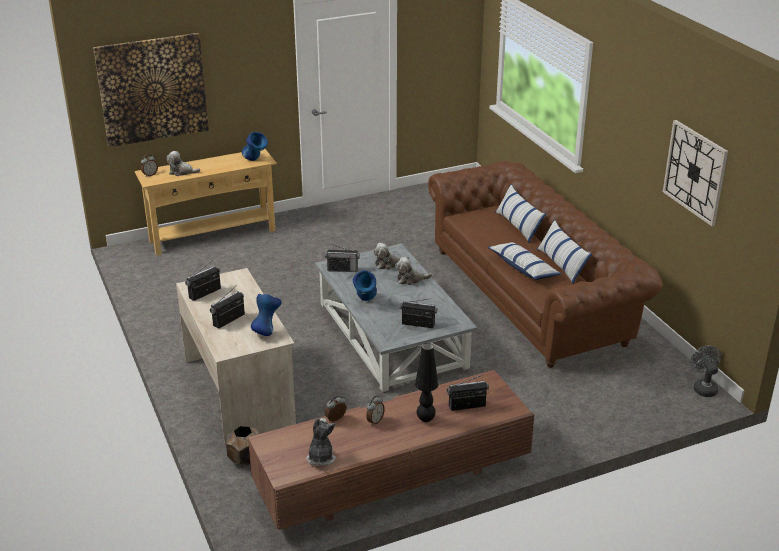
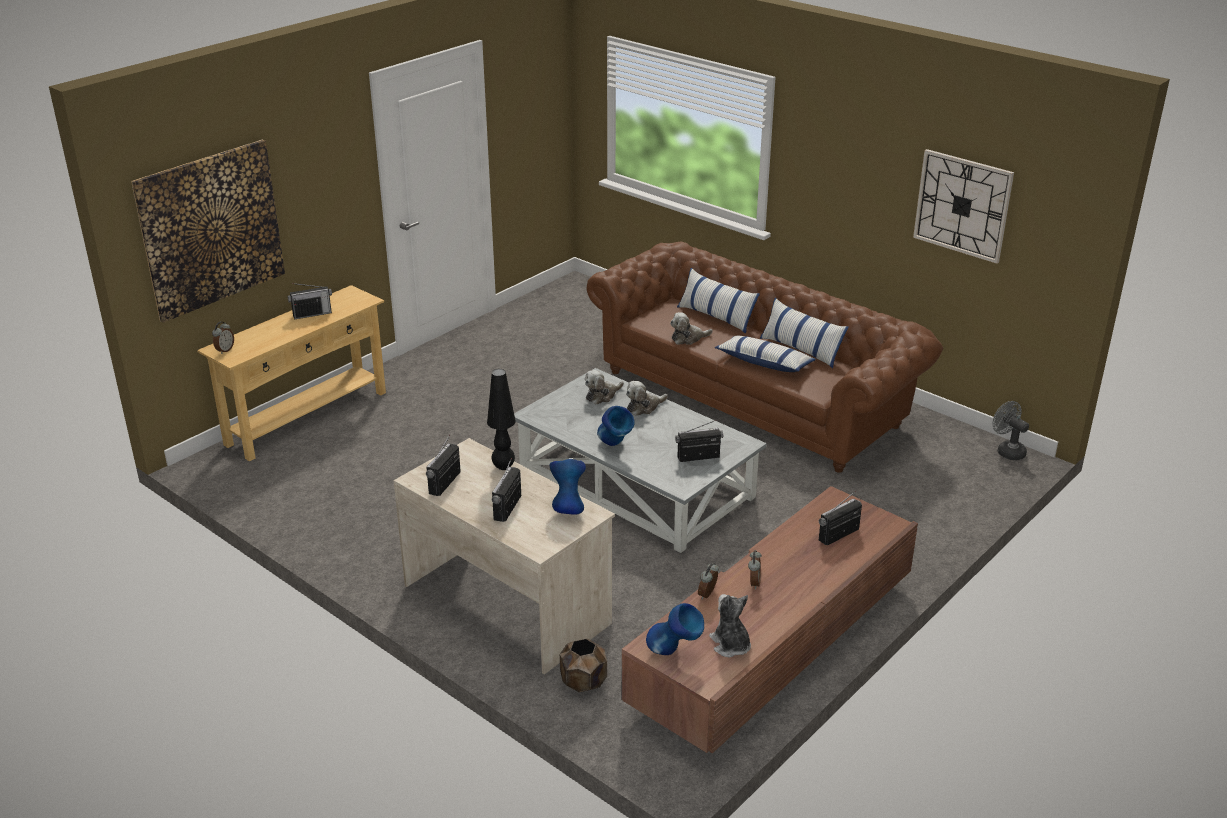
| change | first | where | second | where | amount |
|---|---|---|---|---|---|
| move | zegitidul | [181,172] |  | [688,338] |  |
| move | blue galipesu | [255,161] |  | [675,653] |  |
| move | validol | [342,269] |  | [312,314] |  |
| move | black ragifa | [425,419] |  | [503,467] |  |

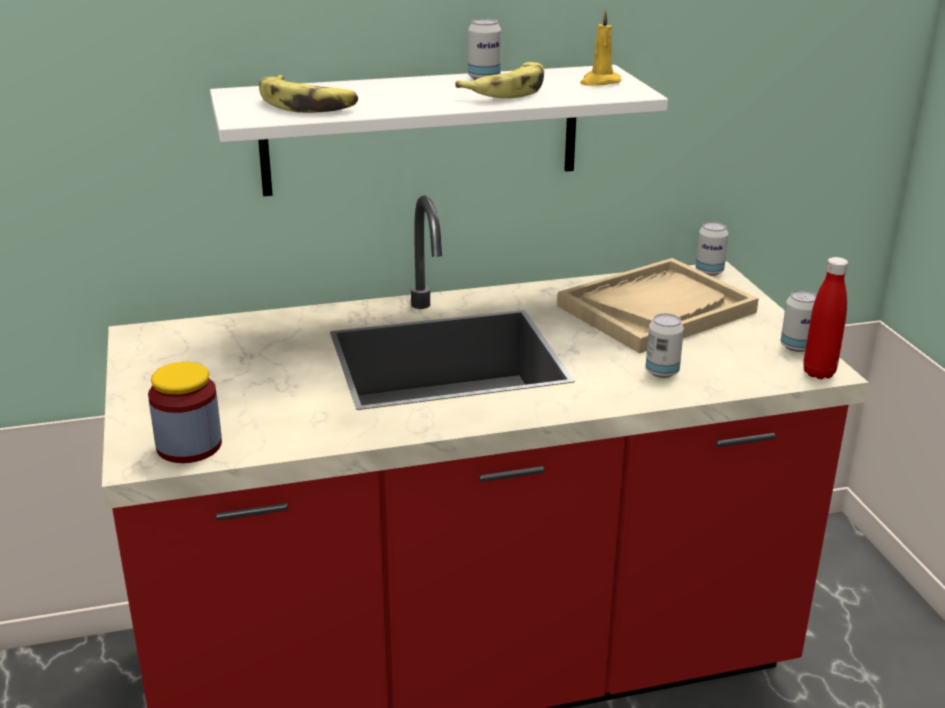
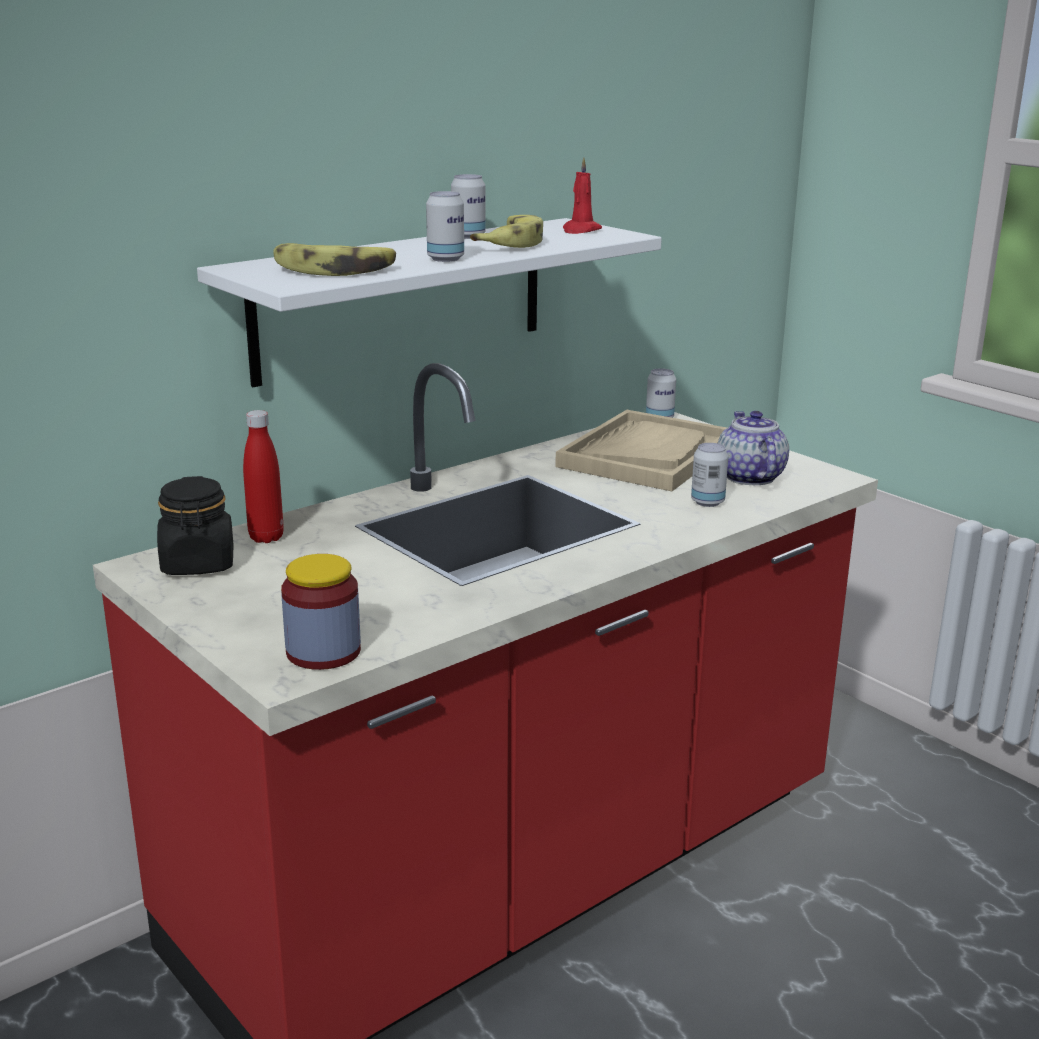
| change | first | where | second | where | amount |
|---|---|---|---|---|---|
| insert |  |  | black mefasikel | [198,564] |  |
| insert |  |  | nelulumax | [748,477] |  |
| move | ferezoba | [796,346] |  | [445,259] |  |
| move | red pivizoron | [818,373] |  | [266,537] |  |
| recolor | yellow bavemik | [599,82] | red bavemik | [580,230] |  |

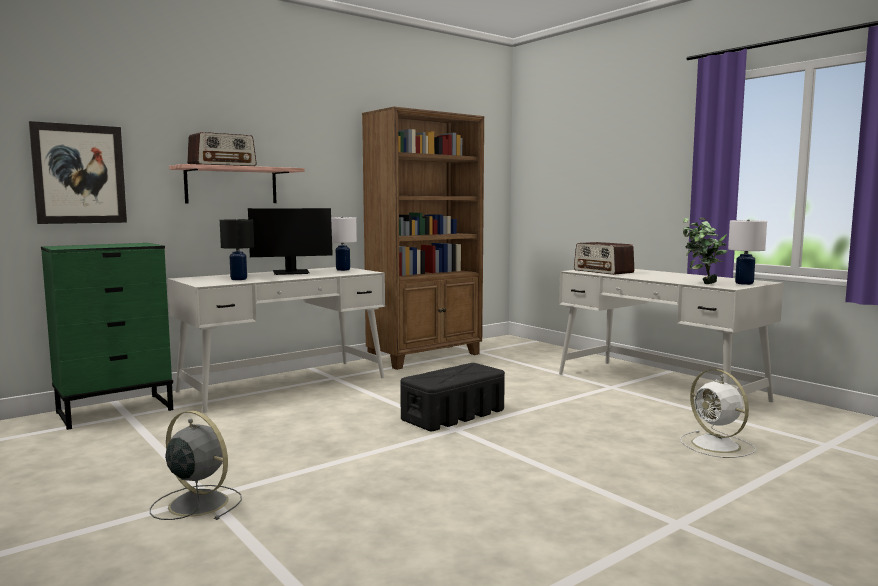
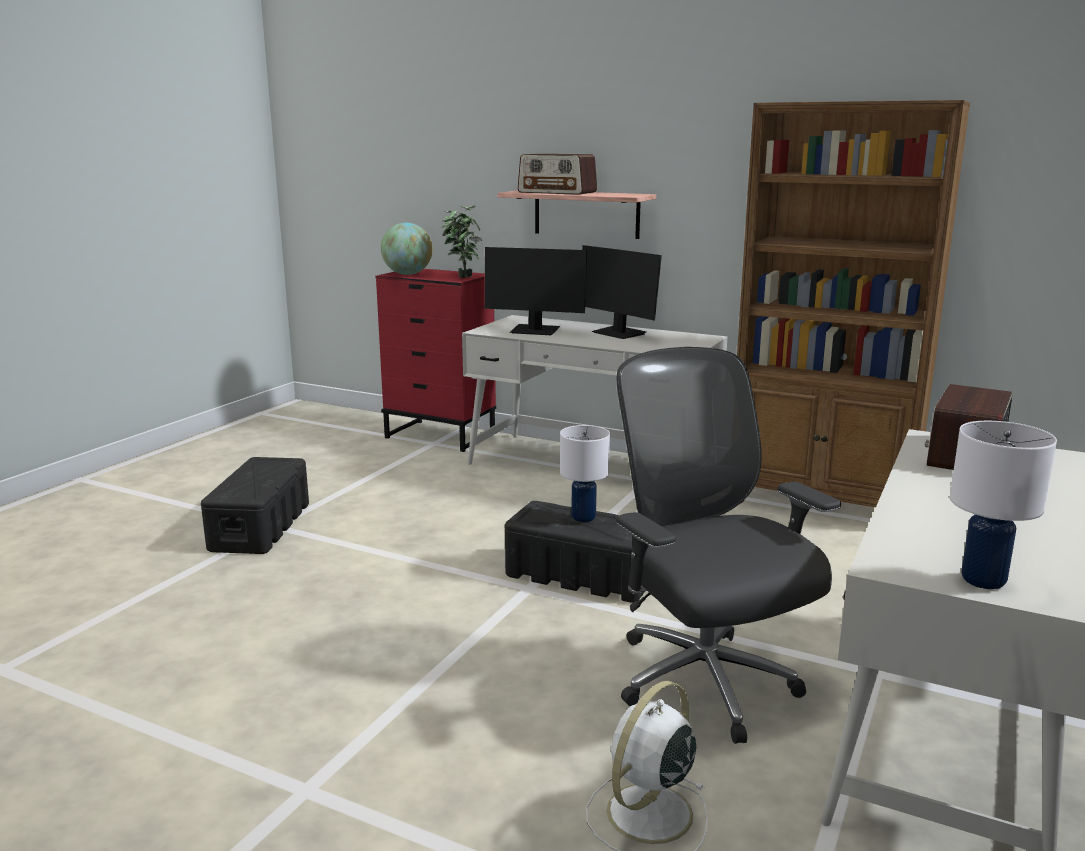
| change | first | where | second | where | amount |
|---|---|---|---|---|---|
| delete | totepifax | [79,174] |  |  |  |
| insert |  |  | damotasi | [407,274] |  |
| insert |  |  | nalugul | [706,682] |  |
| move | white ragifa | [343,270] |  | [583,519] |  |
| move | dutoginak | [701,284] |  | [462,277] |  |
| replace | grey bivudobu | [196,503] | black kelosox | [261,526] |  |
| replace | black ragifa | [239,279] | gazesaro | [535,331] |  |
| recolor | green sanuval | [116,411] | red sanuval | [441,436] |  |

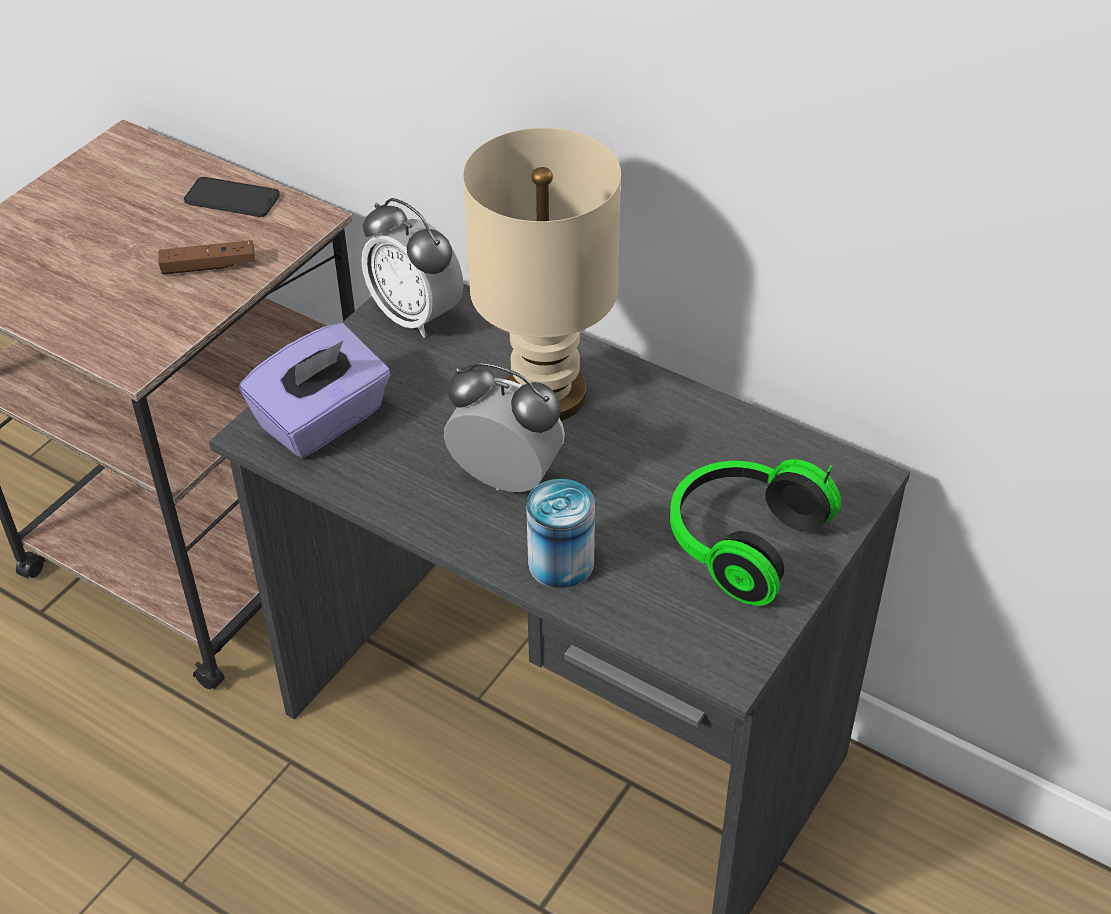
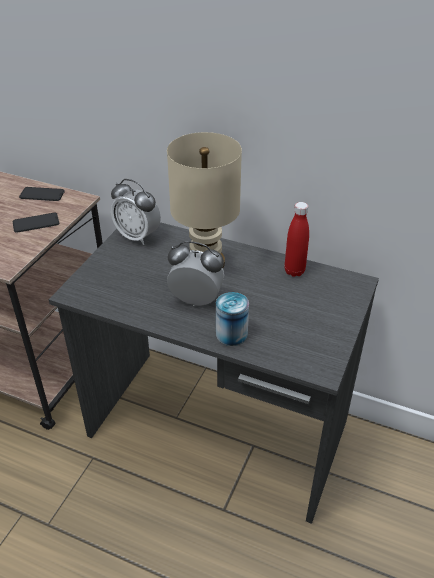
| change | first | where | second | where | amount |
|---|---|---|---|---|---|
| delete | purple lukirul | [323,421] |  |  |  |
| delete | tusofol | [740,542] |  |  |  |
| insert |  |  | red pivizoron | [294,271] |  |
| replace | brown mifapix | [208,266] | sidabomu | [36,223] |  |

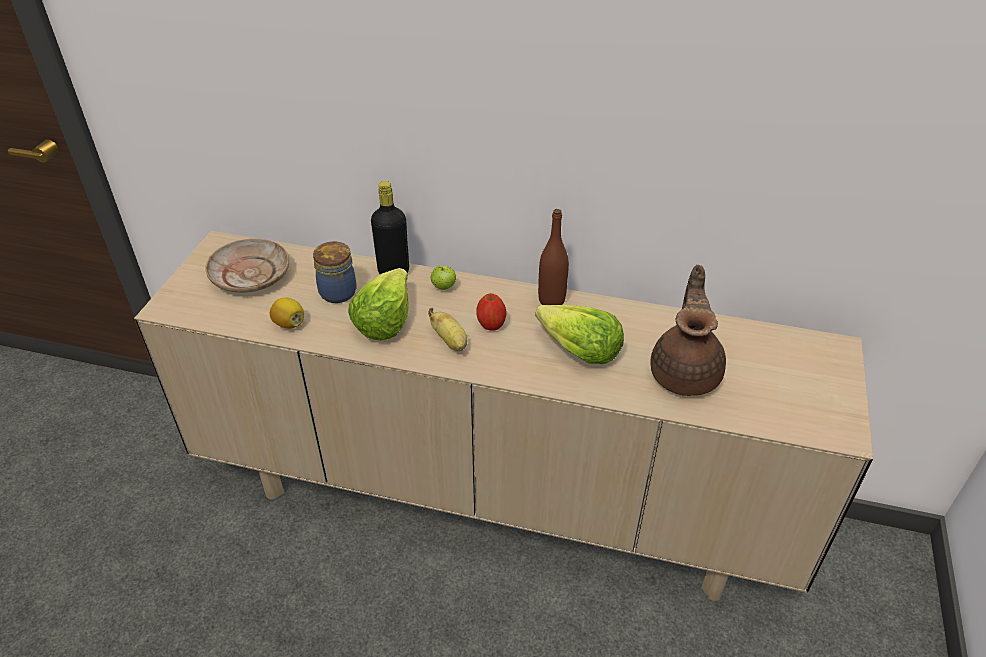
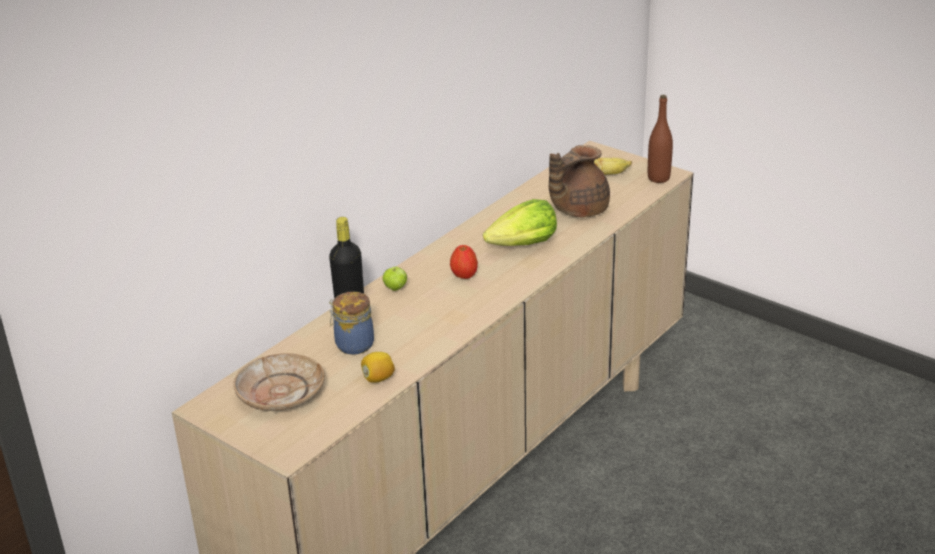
| change | first | where | second | where | amount |
|---|---|---|---|---|---|
| delete | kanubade | [384,320] |  |  |  |
| move | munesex | [450,341] |  | [607,174] |  |
| move | brown pivizoron | [551,300] |  | [658,178] |  |
| rotate | brown nelulumax | [685,372] |  | [577,210] | 75 degrees counterclockwise |

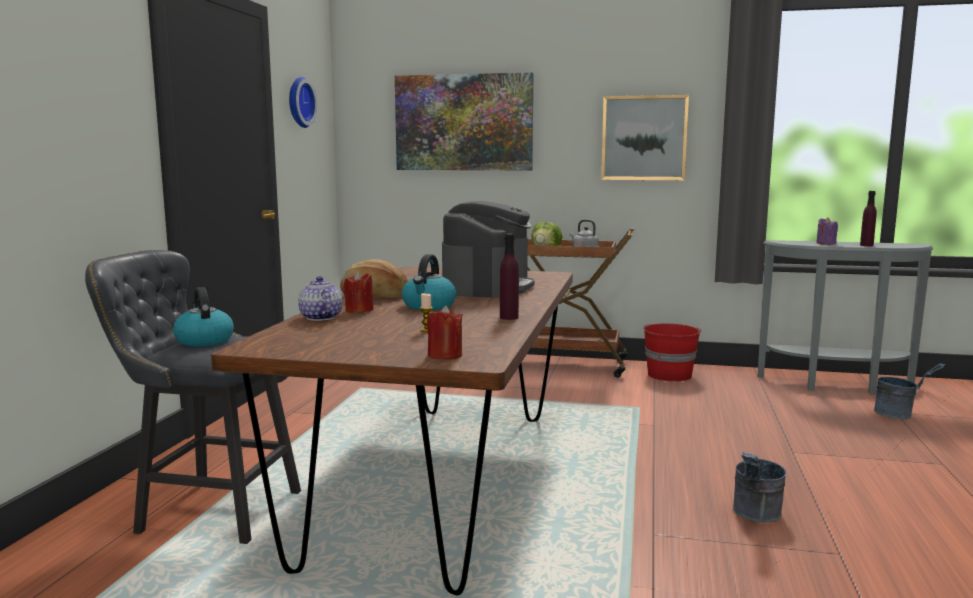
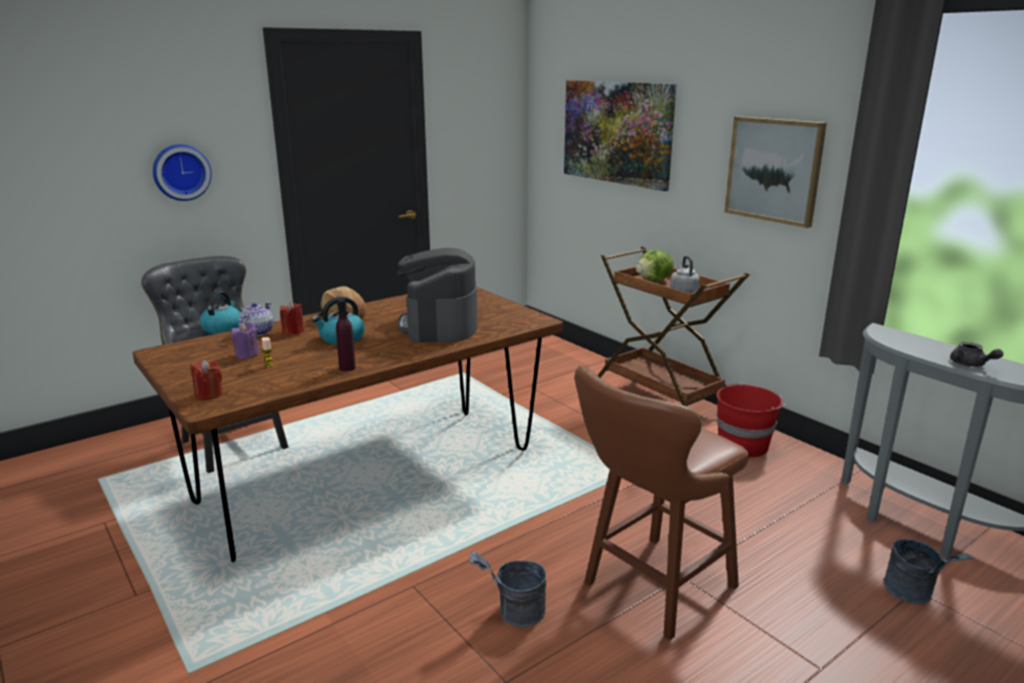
| change | first | where | second | where | amount |
|---|---|---|---|---|---|
| insert |  |  | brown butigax | [649,592] |  |
| move | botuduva | [298,102] |  | [181,172] |  |
| move | purple bavemik | [825,243] |  | [247,355] |  |
| replace | purple pivizoron | [866,245] | grey nelulumax | [971,365] |  |
| rotate | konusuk | [487,287] |  | [439,326] | 120 degrees clockwise |

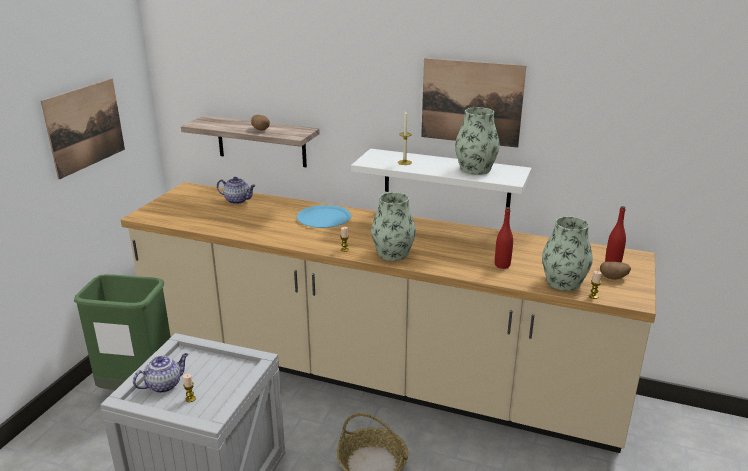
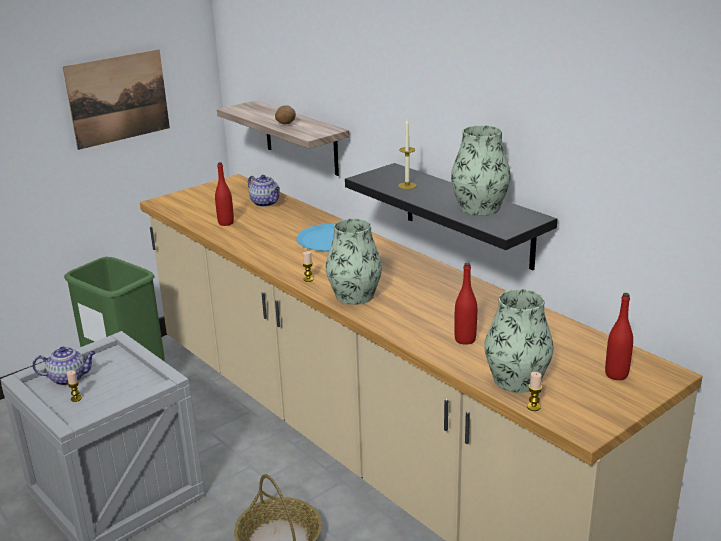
| change | first | where | second | where | amount |
|---|---|---|---|---|---|
| delete | totepifax | [471,102] |  |  |  |
| delete | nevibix | [613,277] |  |  |  |
| insert |  |  | red pivizoron | [226,223] |  |
| recolor | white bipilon | [446,178] | black bipilon | [468,215] |  |

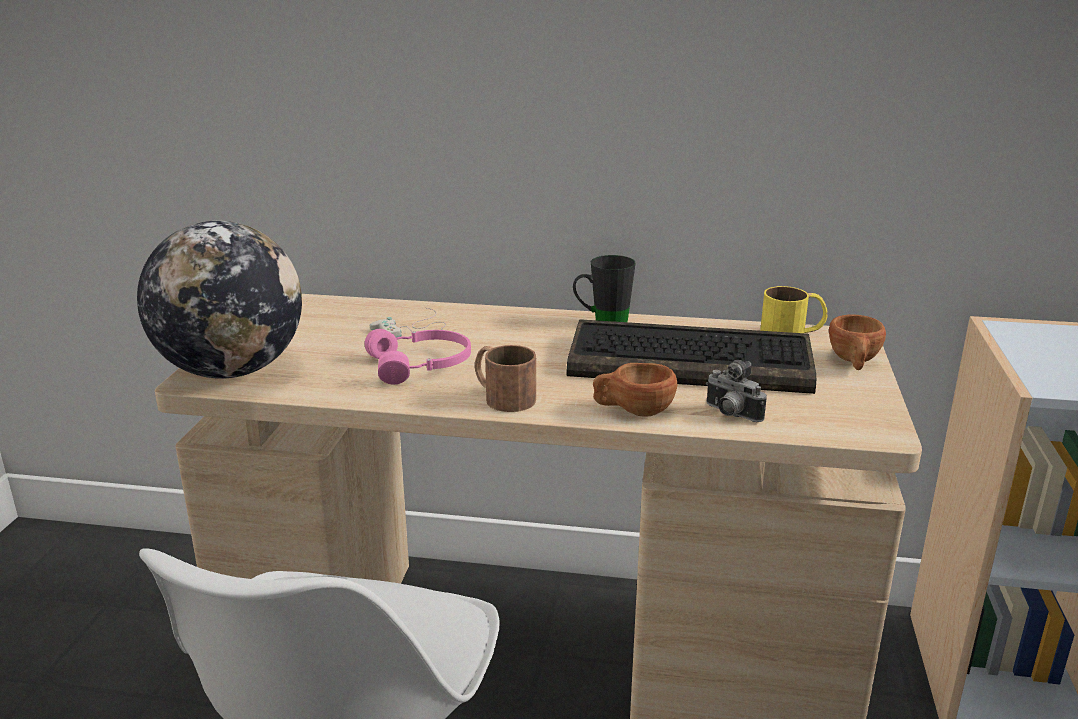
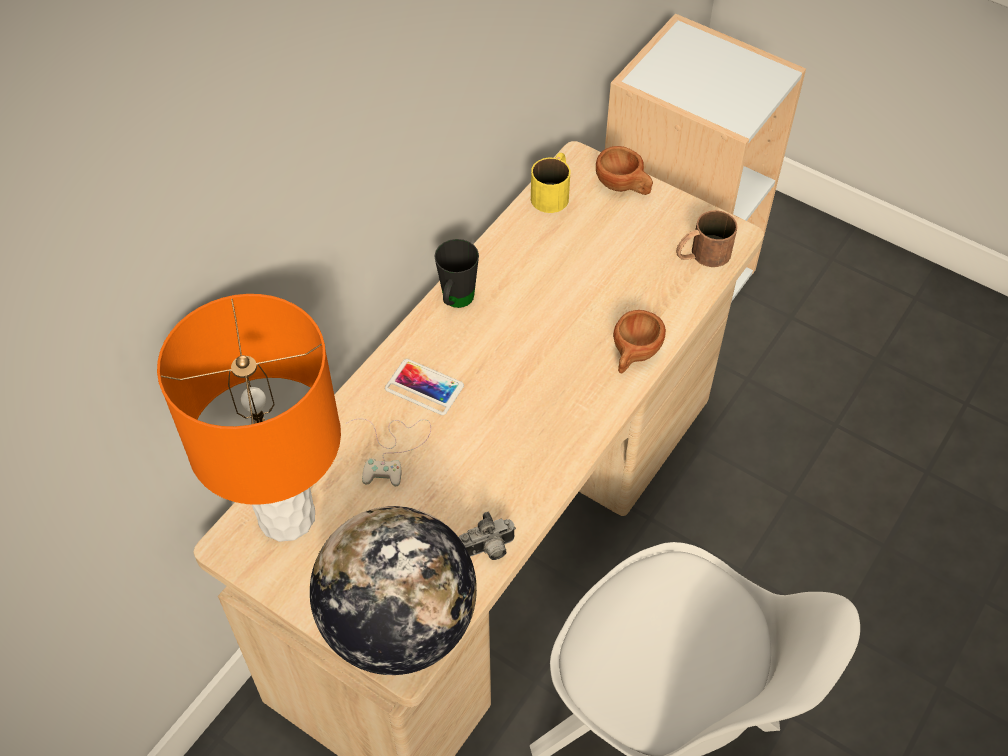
| change | first | where | second | where | amount |
|---|---|---|---|---|---|
| delete | pink tusofol | [422,366] |  |  |  |
| delete | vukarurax | [692,362] |  |  |  |
| insert |  |  | orange ragifa | [286,517] |  |
| insert |  |  | sidabomu | [424,387] |  |
| move | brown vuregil | [502,396] |  | [702,254] |  |
| move | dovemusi | [730,415] |  | [488,550] |  |

